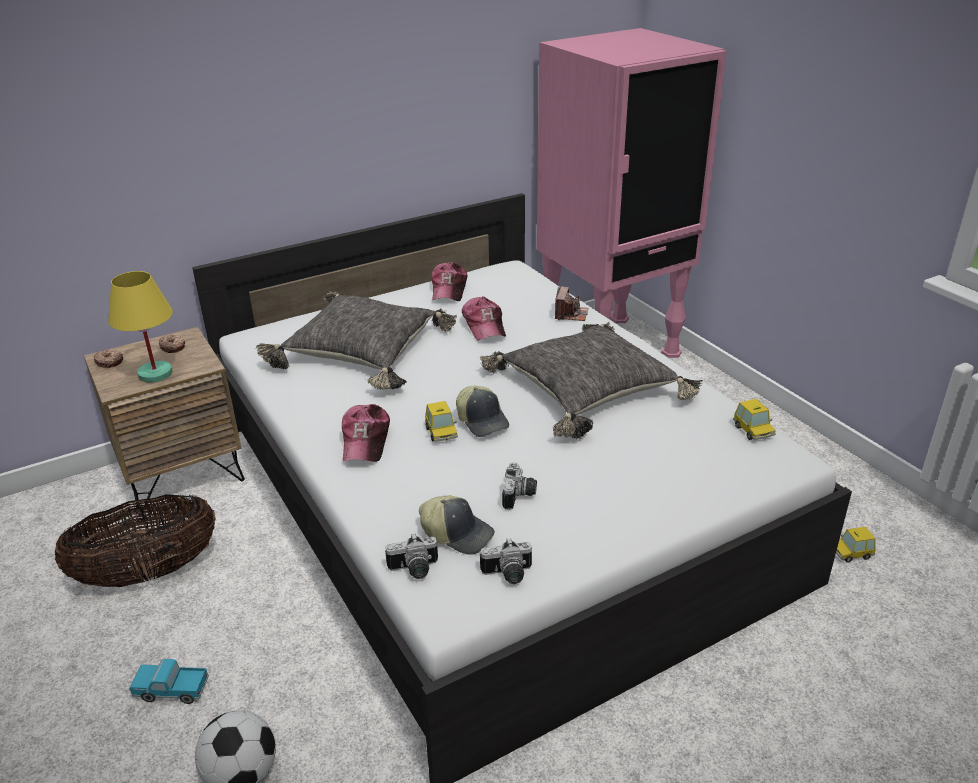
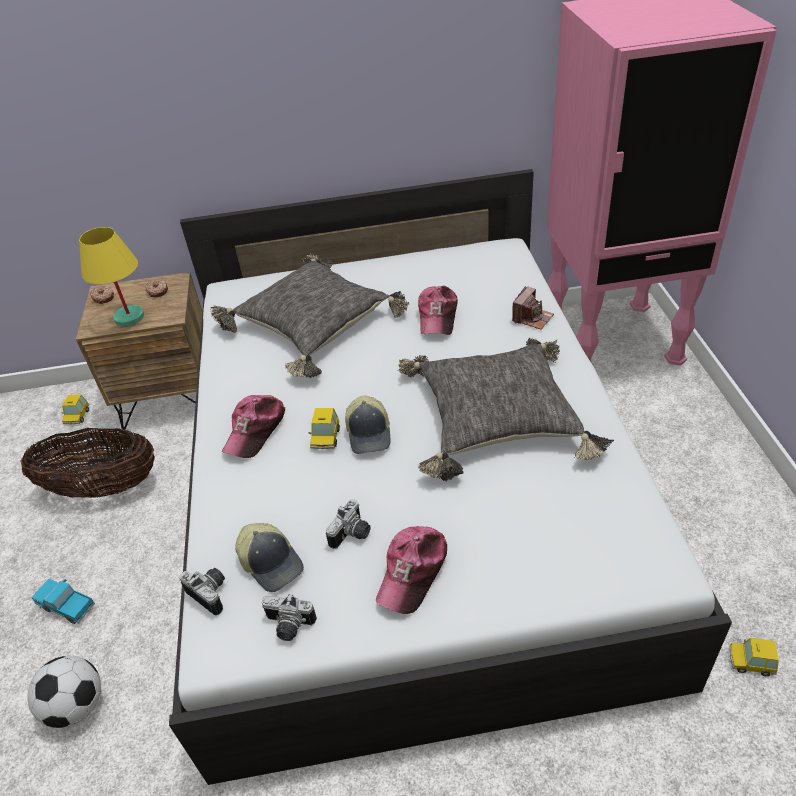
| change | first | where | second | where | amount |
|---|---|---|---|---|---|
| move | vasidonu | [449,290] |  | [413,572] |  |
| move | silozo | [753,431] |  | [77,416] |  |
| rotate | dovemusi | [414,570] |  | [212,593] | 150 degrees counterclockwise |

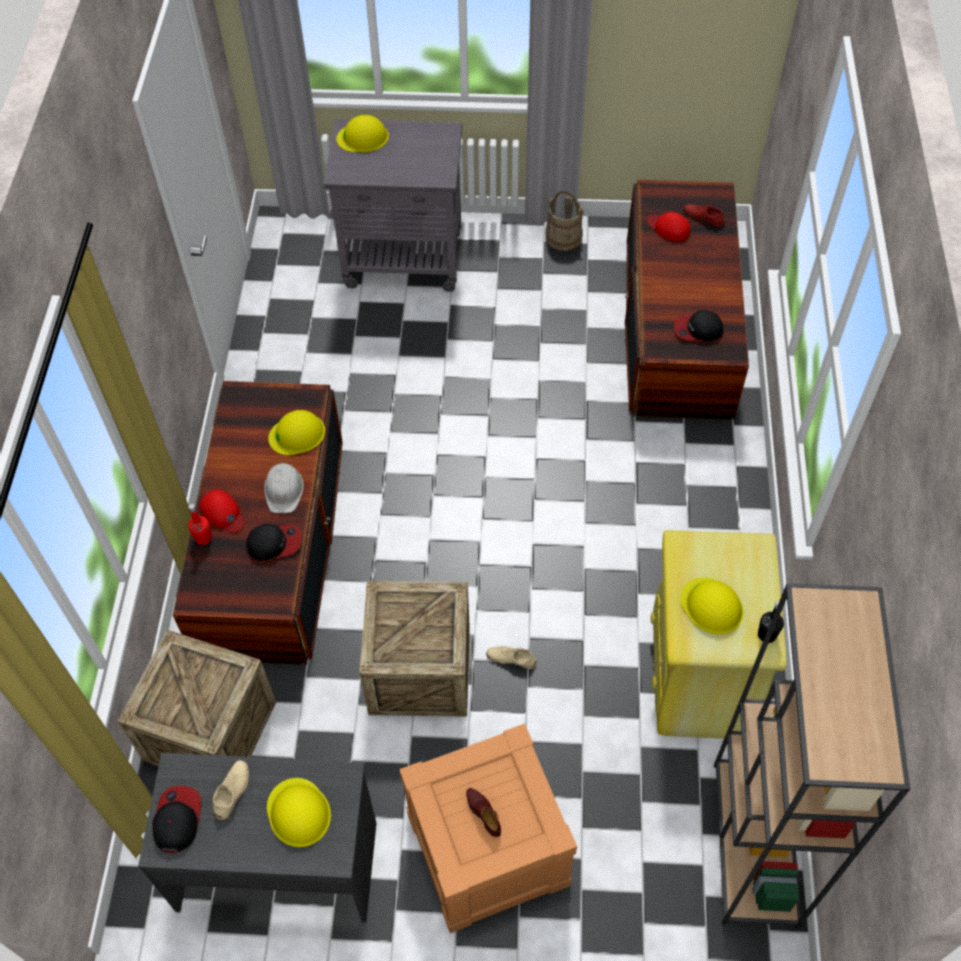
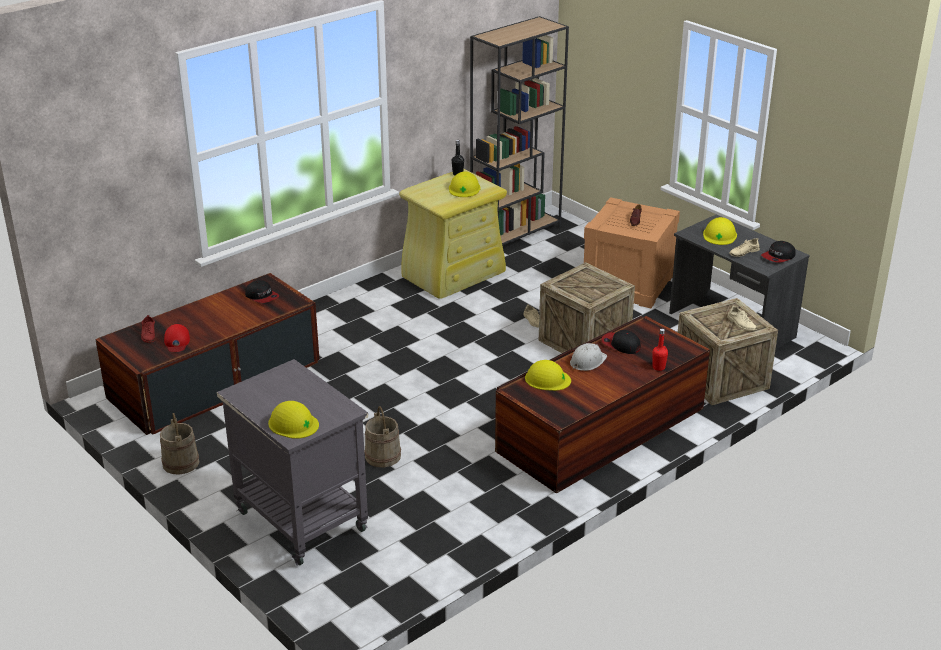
| change | first | where | second | where | amount |
|---|---|---|---|---|---|
| delete | red vasidonu | [223,513] |  |  |  |
| insert |  |  | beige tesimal | [382,456] |  |
| insert |  |  | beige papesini | [741,324] |  |

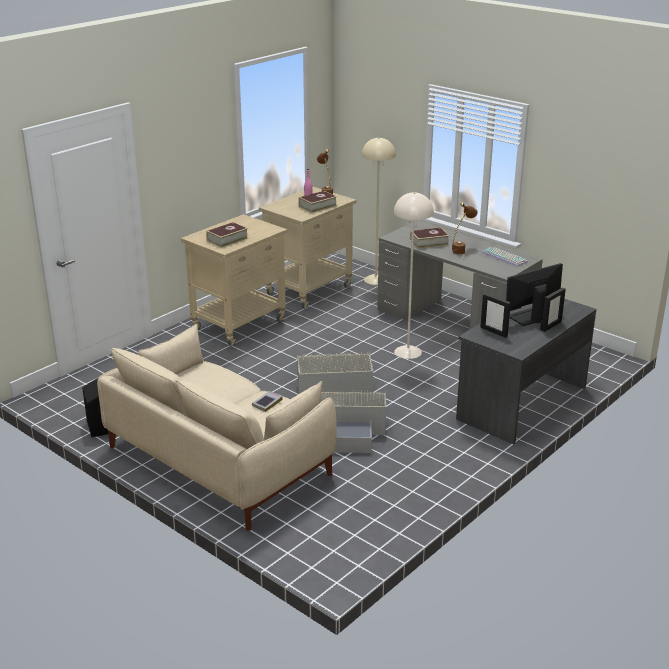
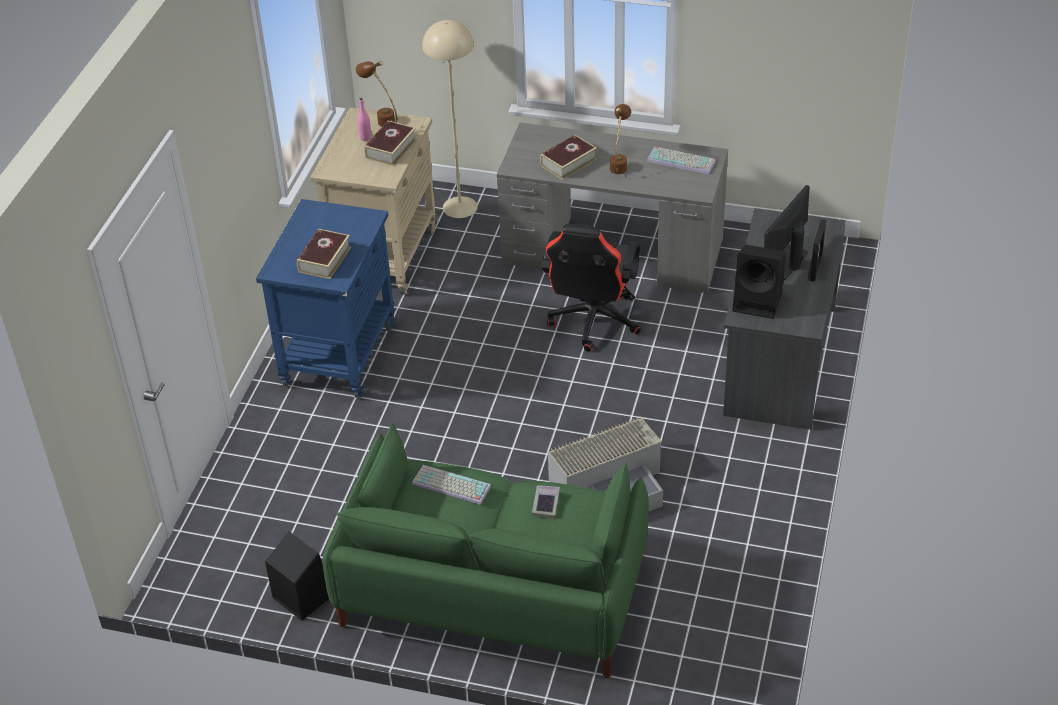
| change | first | where | second | where | amount |
|---|---|---|---|---|---|
| delete | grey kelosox | [332,384] |  |  |  |
| insert |  |  | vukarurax | [450,486] |  |
| replace | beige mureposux | [407,352] | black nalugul | [592,325] |  |
| replace | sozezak | [494,331] | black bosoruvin | [759,302] |  |
| recolor | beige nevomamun | [219,460] | green nevomamun | [493,589] |  |
| recolor | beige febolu | [239,325] | blue febolu | [340,355] |  |

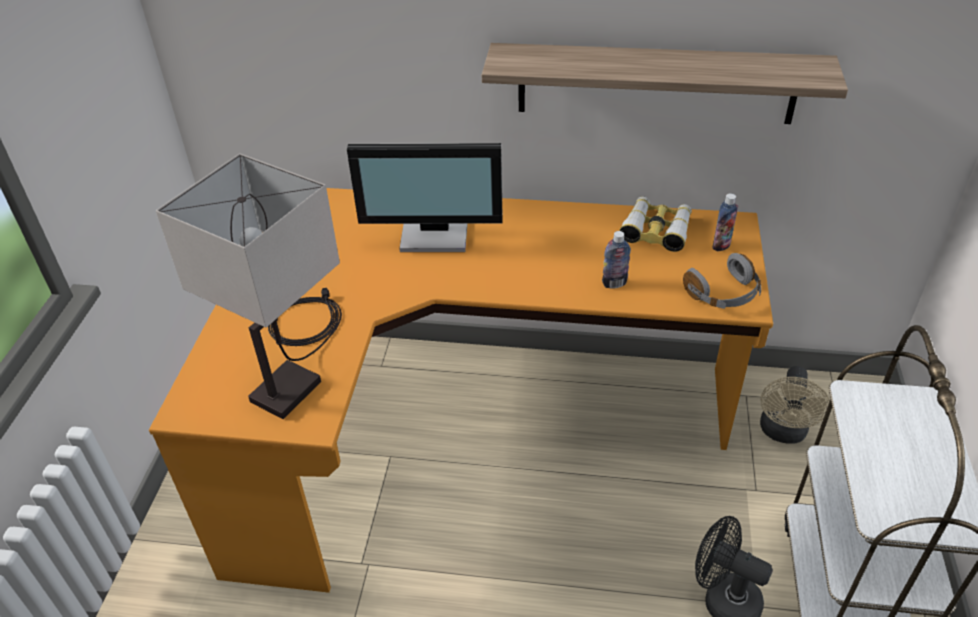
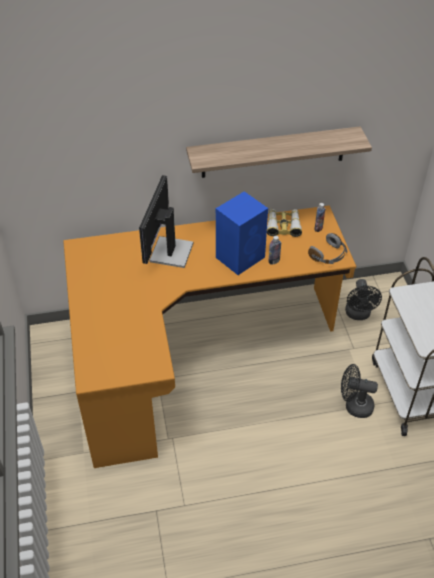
| change | first | where | second | where | amount |
|---|---|---|---|---|---|
| delete | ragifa | [297,360] |  |  |  |
| insert |  |  | blue bosoruvin | [241,257] |  |
| recolor | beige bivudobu | [783,433] | black bivudobu | [358,315] |  |
| rotate | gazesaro | [435,234] |  | [169,252] | 120 degrees clockwise |

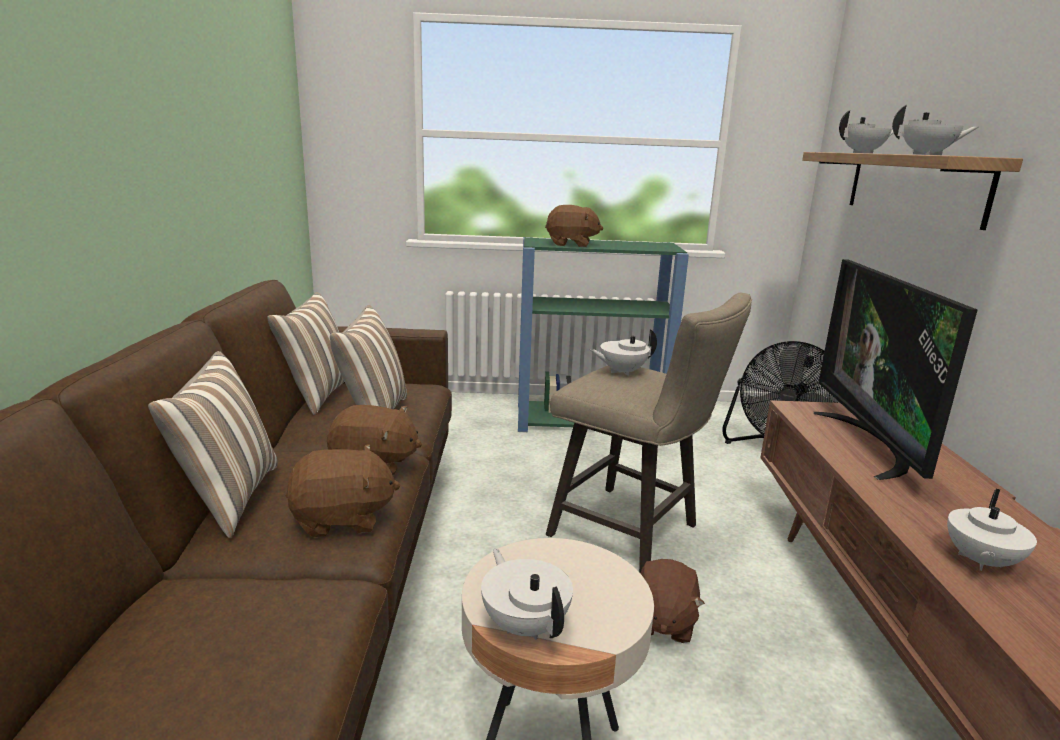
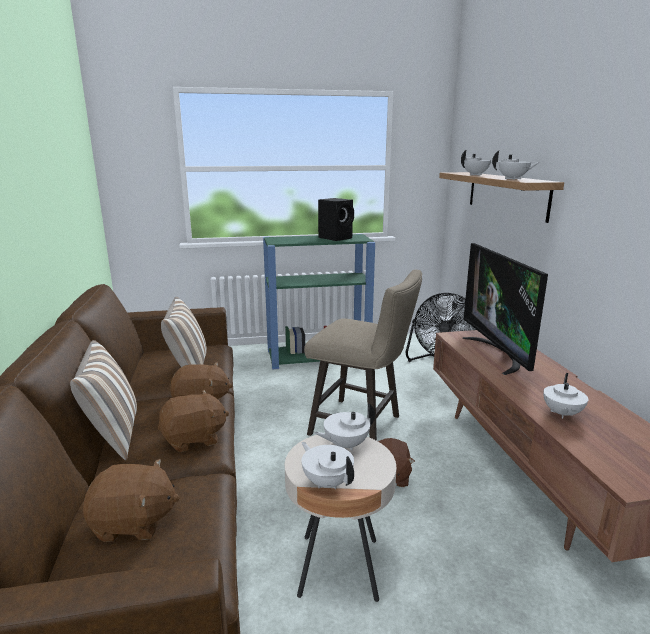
| change | first | where | second | where | amount |
|---|---|---|---|---|---|
| delete | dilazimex | [317,395] |  |  |  |
| insert |  |  | black bosoruvin | [336,238] |  |
| move | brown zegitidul | [571,244] |  | [133,523] |  |
| move | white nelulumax | [621,371] |  | [345,444] |  |

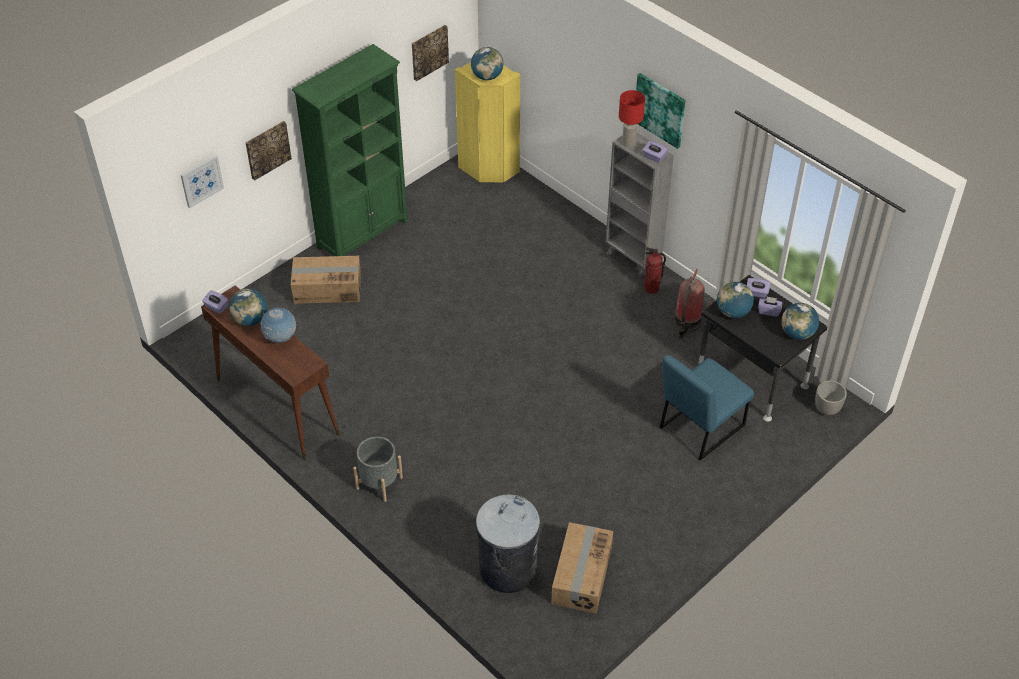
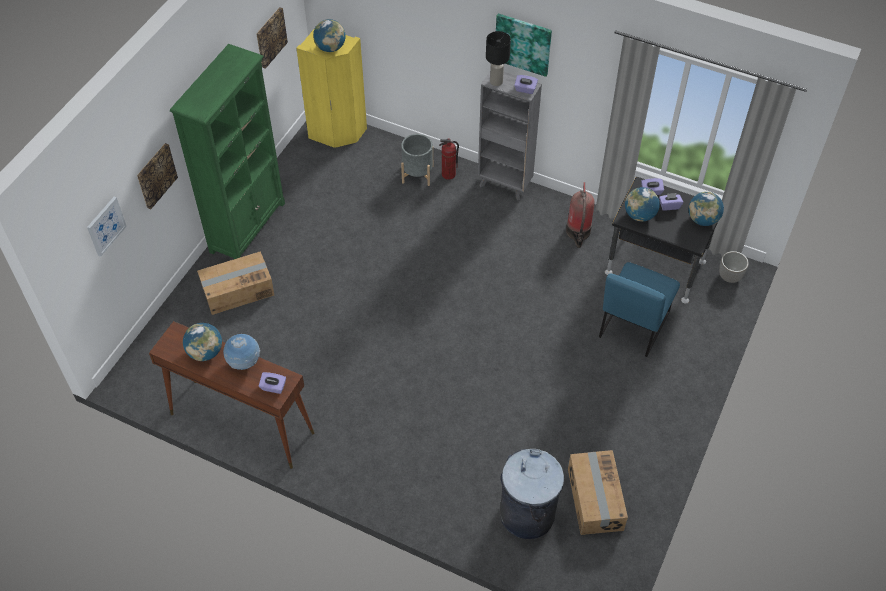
| change | first | where | second | where | amount |
|---|---|---|---|---|---|
| move | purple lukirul | [216,307] |  | [273,387] |  |
| move | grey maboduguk | [379,483] |  | [417,174] |  |
| move | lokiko | [651,288] |  | [448,175] |  |
| recolor | red ragifa | [628,143] | black ragifa | [496,81] |  |

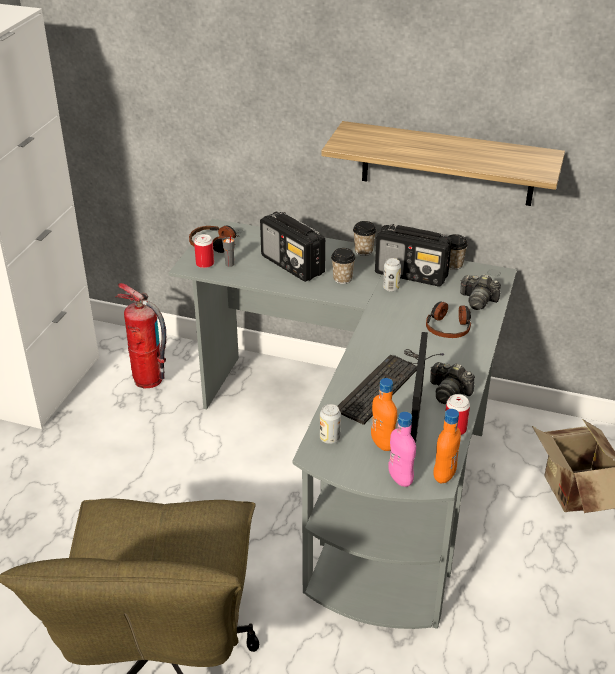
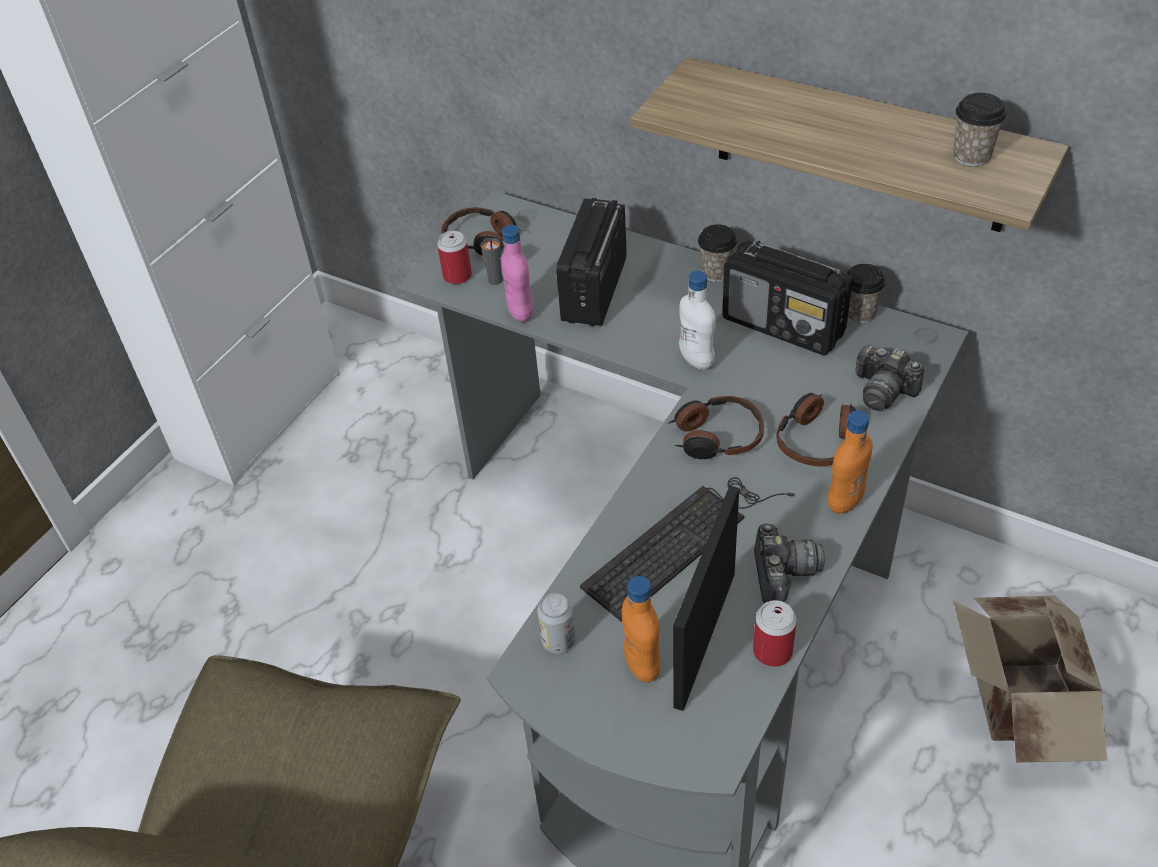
| change | first | where | second | where | amount |
|---|---|---|---|---|---|
| delete | lokiko | [148,380] |  |  |  |
| delete | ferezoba | [391,288] |  |  |  |
| insert |  |  | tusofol | [716,437] |  |
| insert |  |  | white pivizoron | [696,360] |  |
| move | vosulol | [342,279] |  | [971,156] |  |
| move | pink pivizoron | [400,478] |  | [520,312] |  |
| move | orange pivizoron | [444,475] |  | [845,501] |  |
| rotate | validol | [293,265] |  | [594,290] | 45 degrees clockwise |
| rotate | dovemusi | [449,392] |  | [782,574] | 135 degrees counterclockwise |

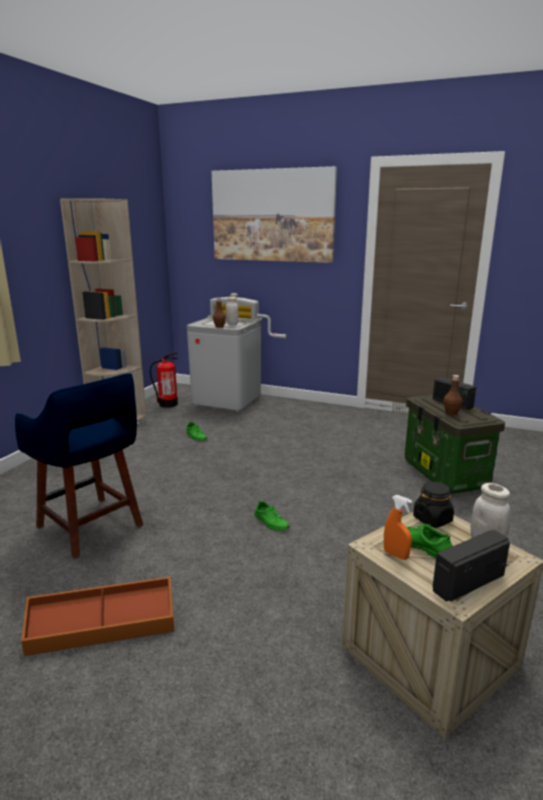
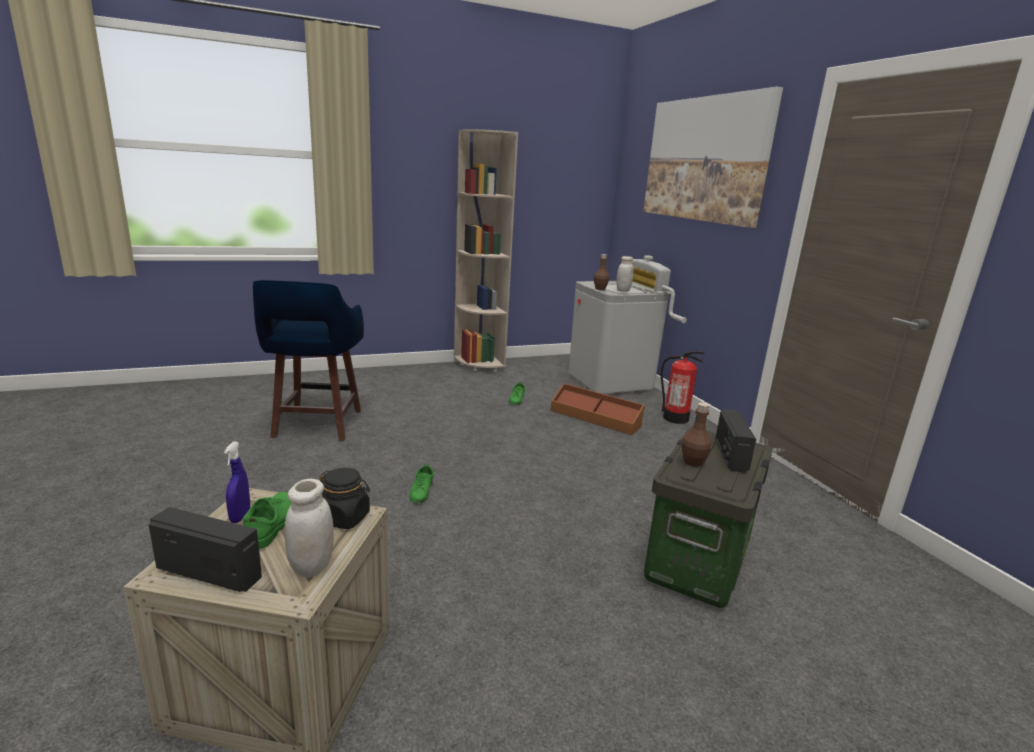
| change | first | where | second | where | amount |
|---|---|---|---|---|---|
| move | brown kelosox | [103,627] |  | [595,418] |  |
| move | lokiko | [168,404] |  | [675,418] |  |
| recolor | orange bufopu | [395,555] | blue bufopu | [240,516] |  |

